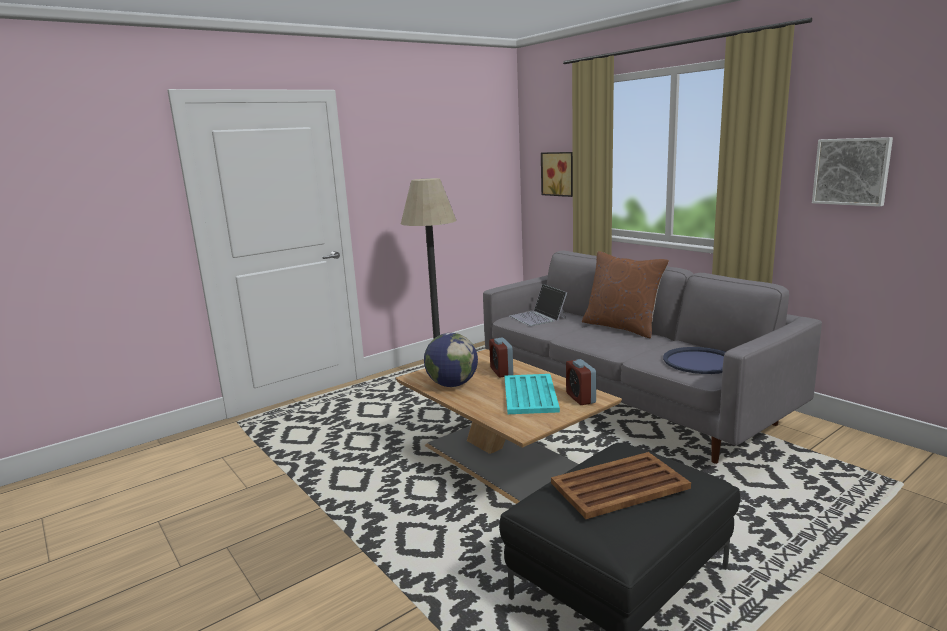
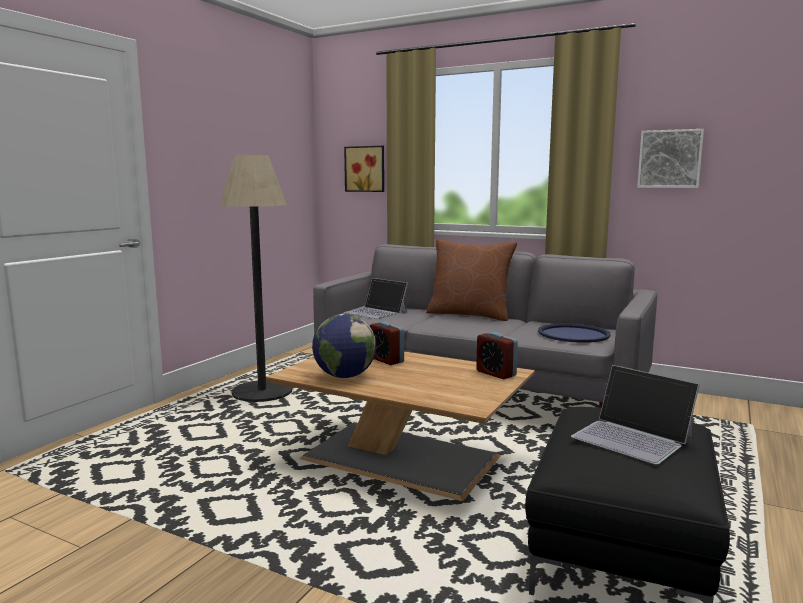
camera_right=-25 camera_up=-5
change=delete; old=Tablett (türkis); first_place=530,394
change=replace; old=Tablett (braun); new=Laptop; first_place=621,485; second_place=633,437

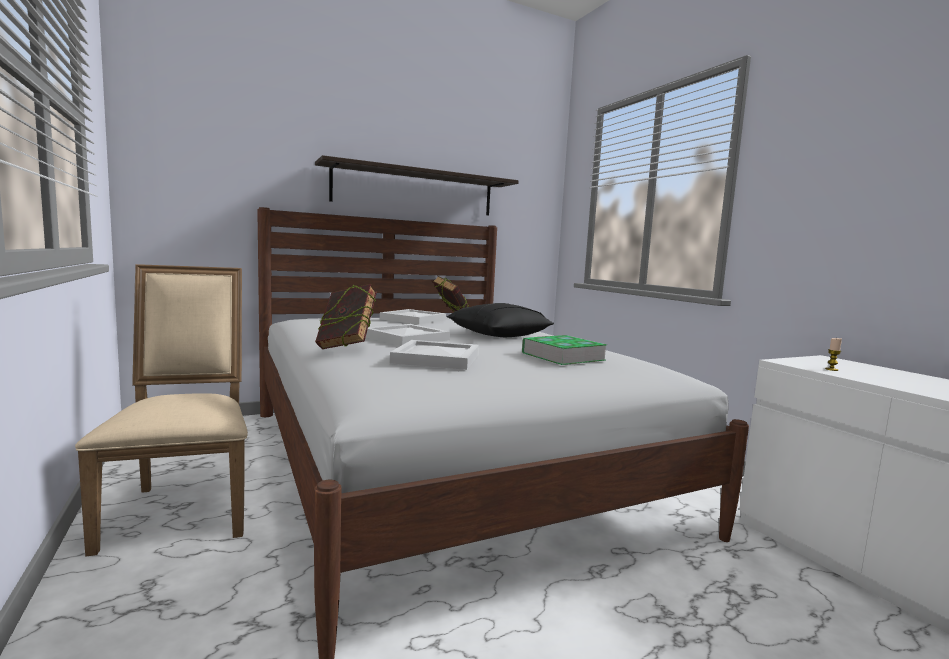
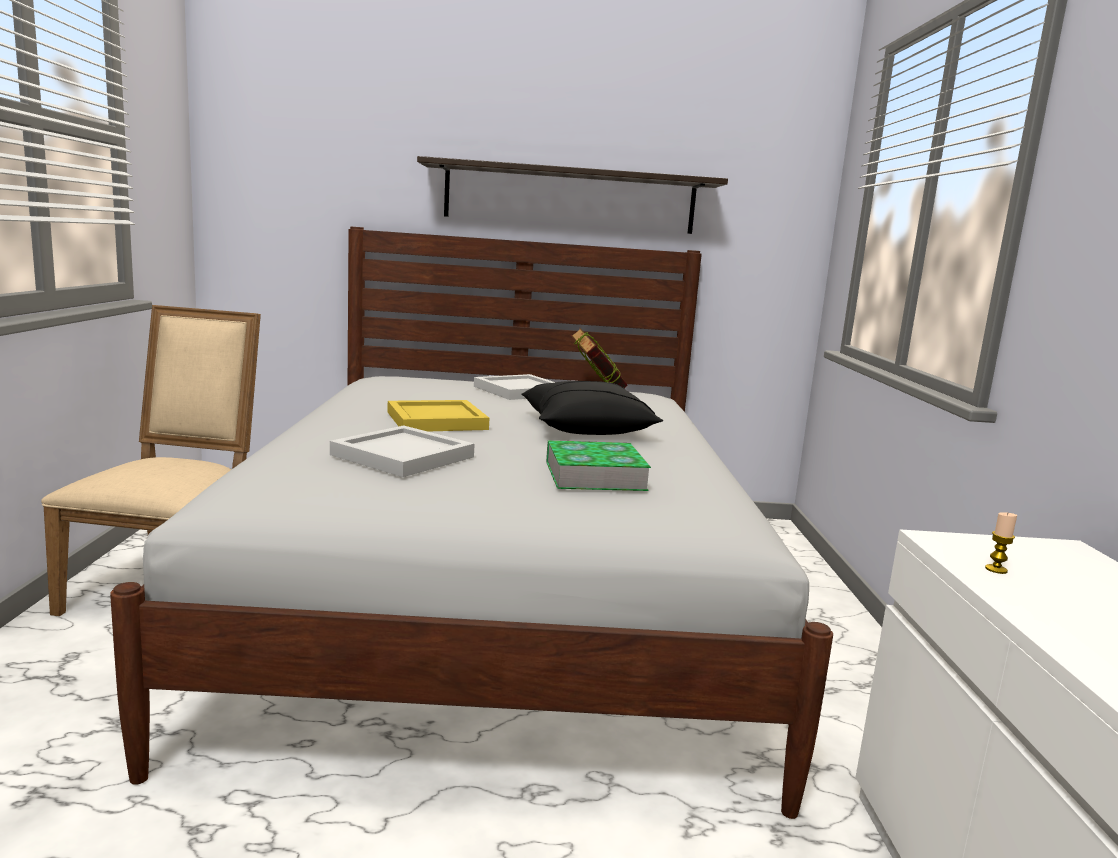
camera_right=25 camera_up=5
change=delete; old=Buch; first_place=346,347
change=recolor; old=Tablett (weiß); new=Tablett (gelb); first_place=405,338; second_place=435,420

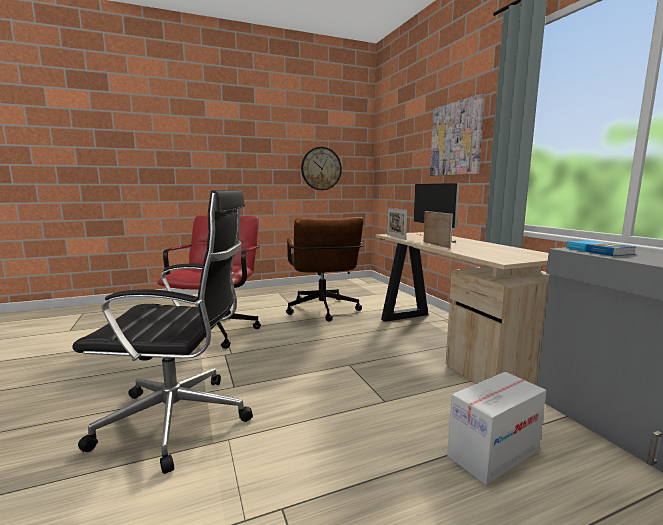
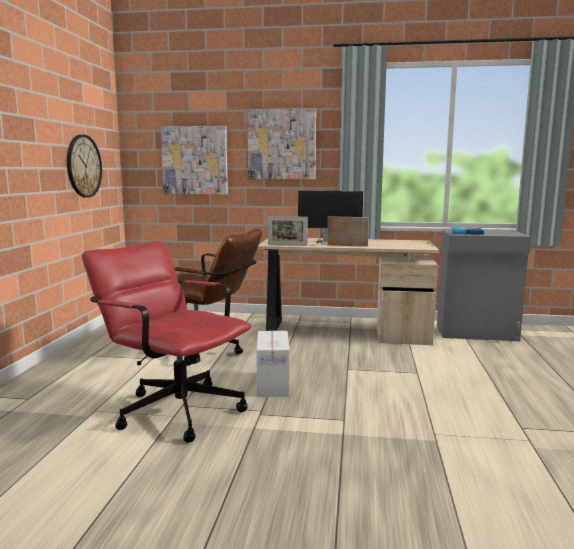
camera_right=-60 camera_up=0
change=delete; old=Bürostuhl (schwarz); first_place=180,420
change=move; old=Karton; first_place=493,453; second_place=273,384
change=insert; new=Bild; second_place=195,160

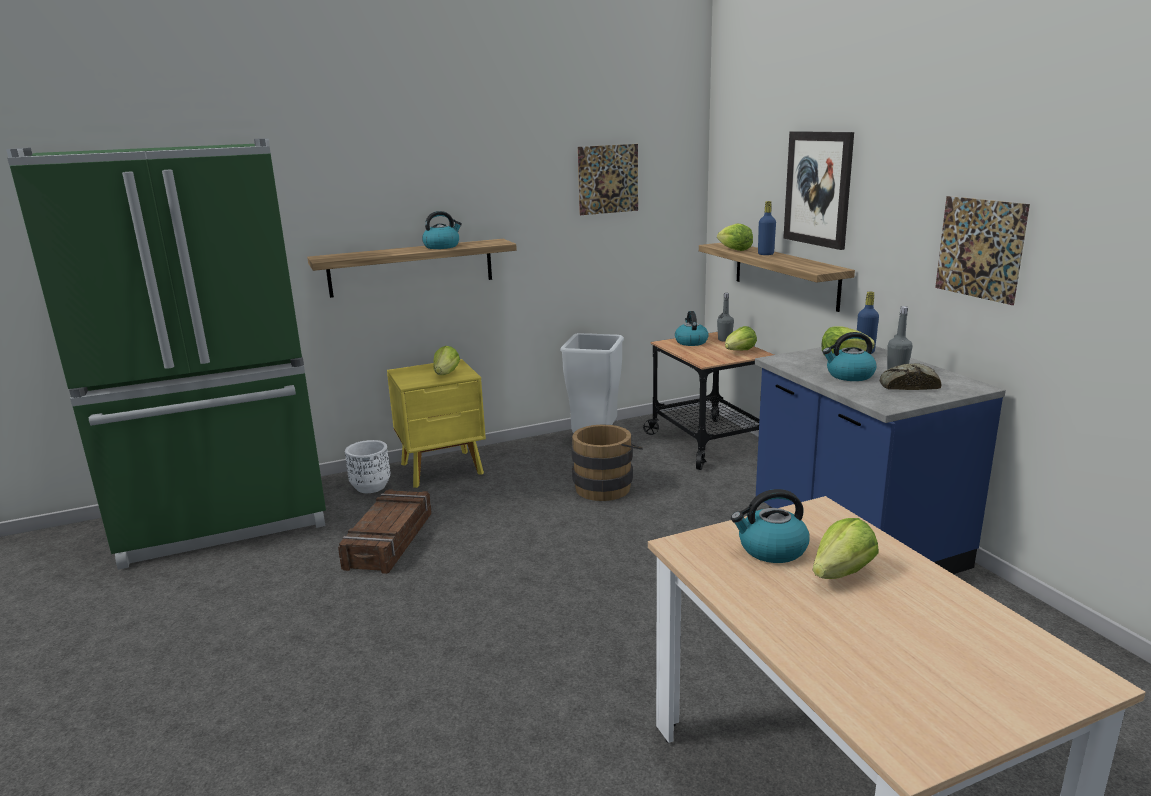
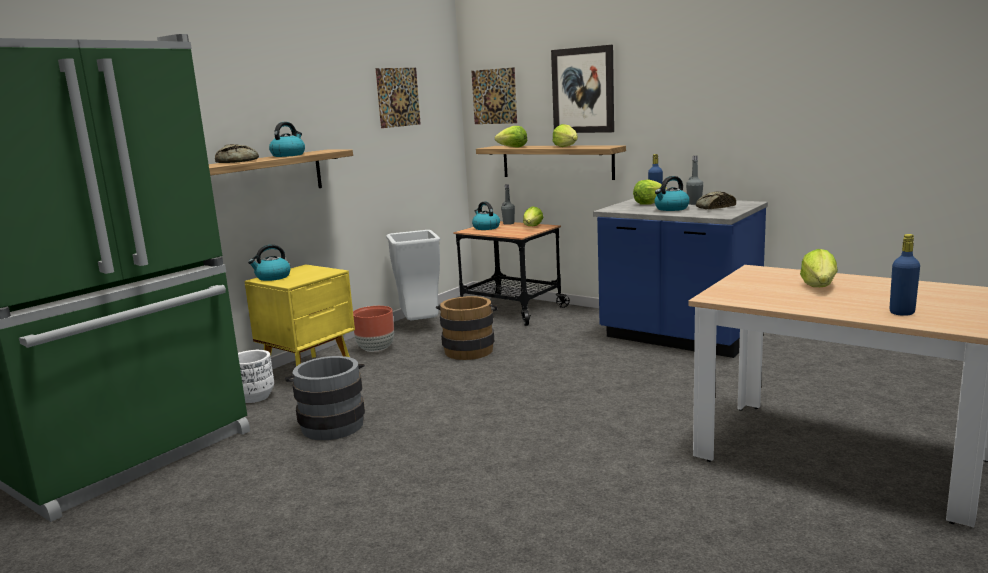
camera_right=-30 camera_up=-5
change=move; old=Bild; first_place=980,248; second_place=494,96
change=move; old=Flasche (blau); first_place=765,254; second_place=902,313
change=move; old=Salatkopf; first_place=446,374; second_place=566,146
change=replace; old=Kiste; new=Eimer (grau); first_place=390,540; second_place=331,424
change=move; old=Wasserkessel; first_place=771,549; second_place=272,277
change=insert; new=Brot; second_place=239,161
change=insert; new=Pflanzkübel (braun); second_place=376,349

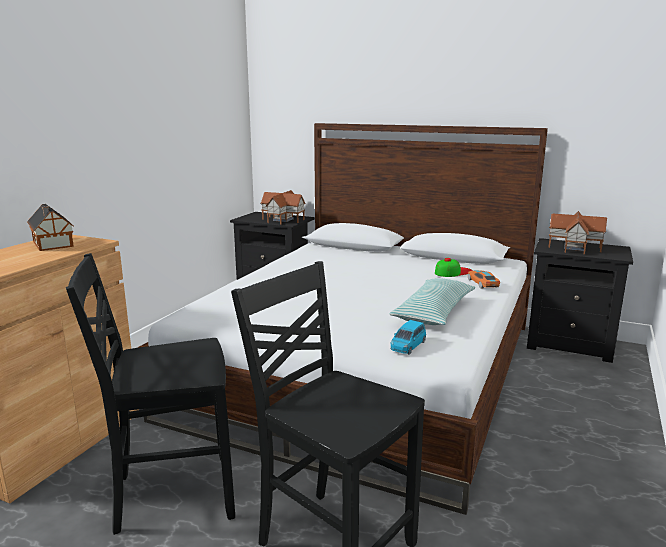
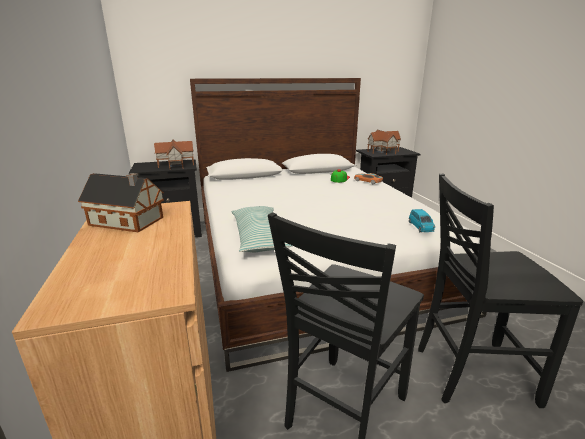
camera_right=-40 camera_up=5
change=move; old=Kissen; first_place=434,312; second_place=259,237

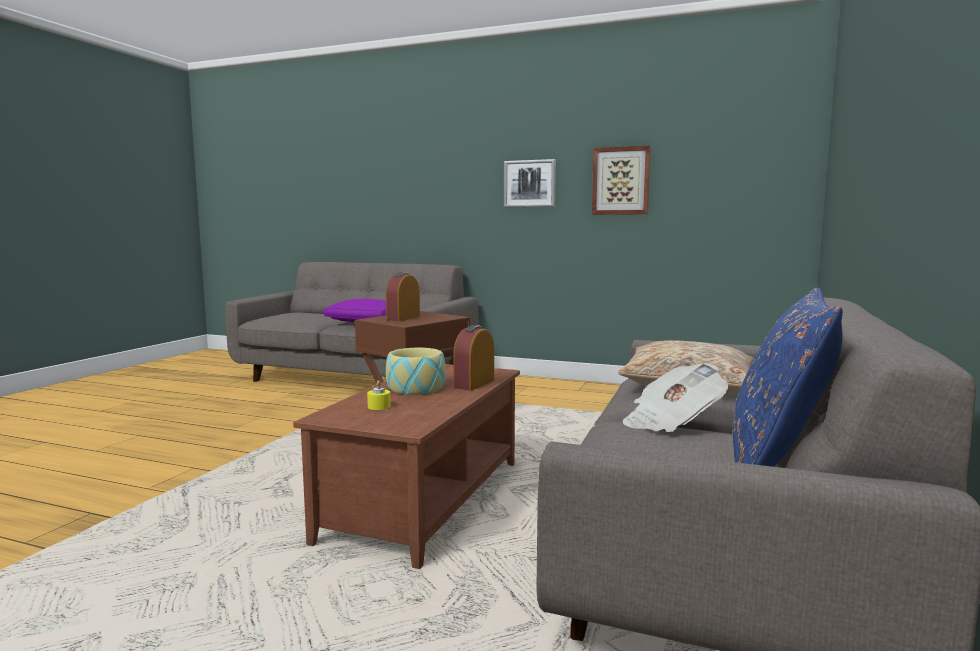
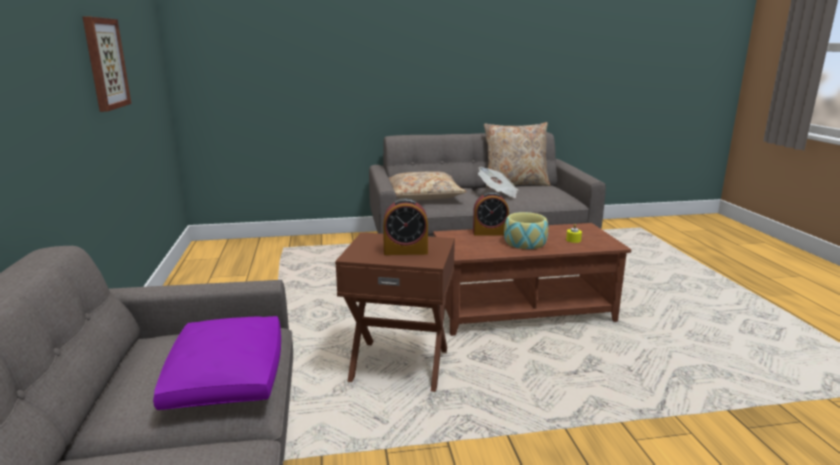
camera_right=-120 camera_up=10
change=delete; old=Bild; first_place=529,183
change=recolor; old=Kissen (blau); new=Kissen (beige); first_place=776,463; second_place=515,184

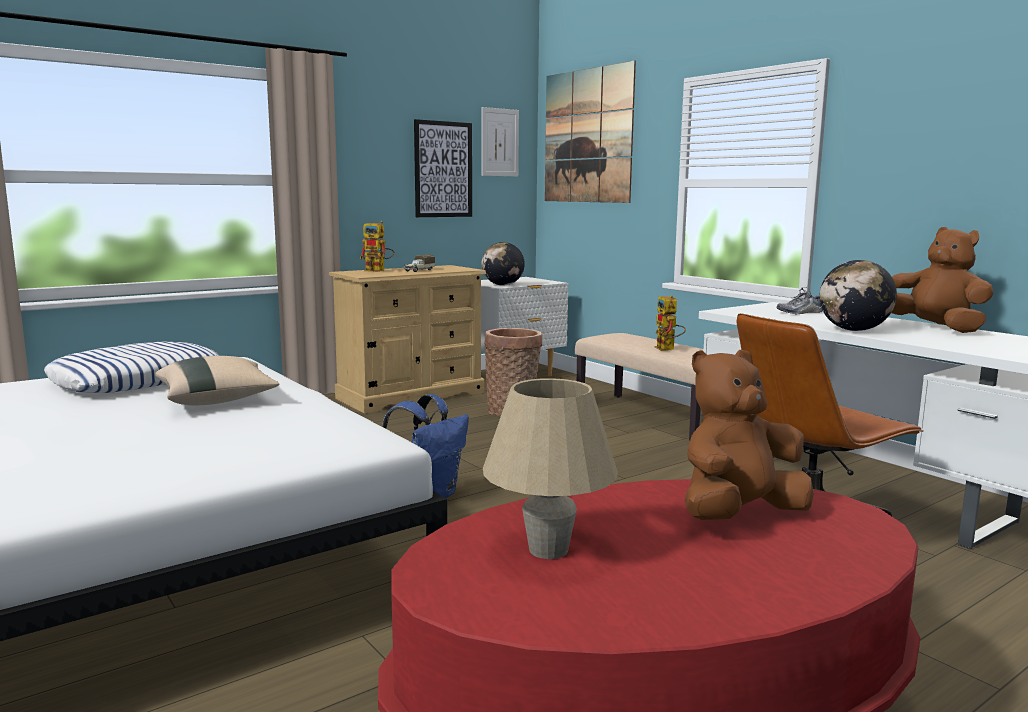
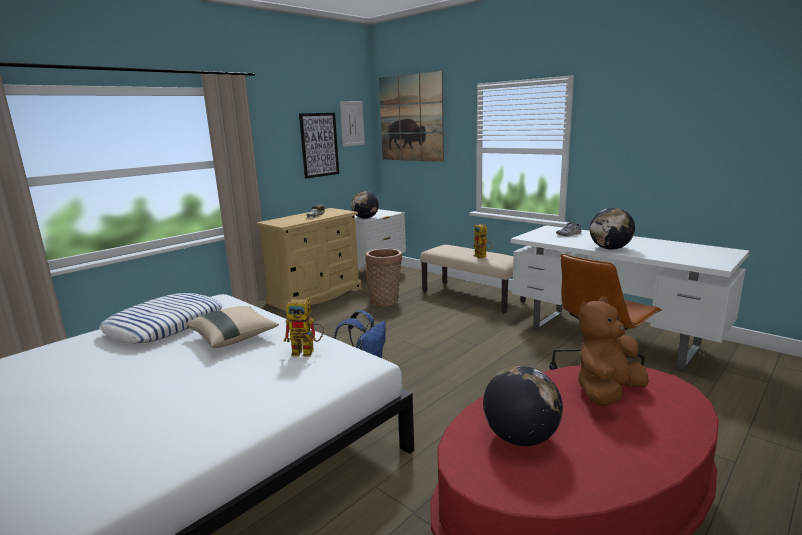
camera_right=-10 camera_up=5
change=move; old=Spielzeugroboter; first_place=379,270; second_place=308,352
change=delete; old=Plüschtier (braun); first_place=934,328
change=replace; old=Tischlampe (beige); new=Globus; first_place=548,550; second_place=520,438

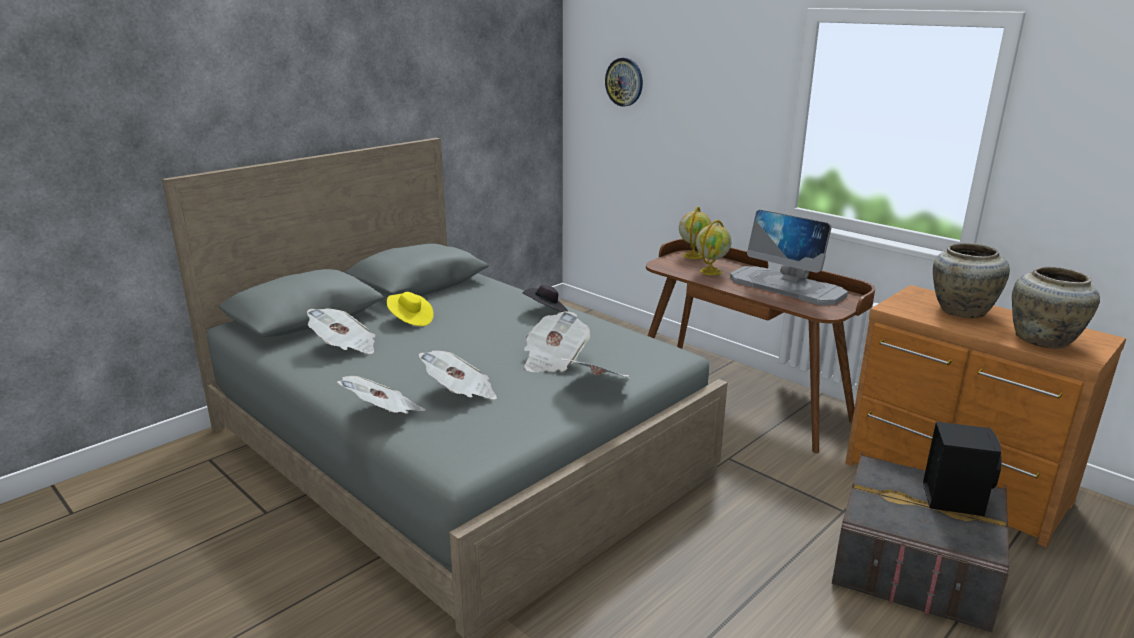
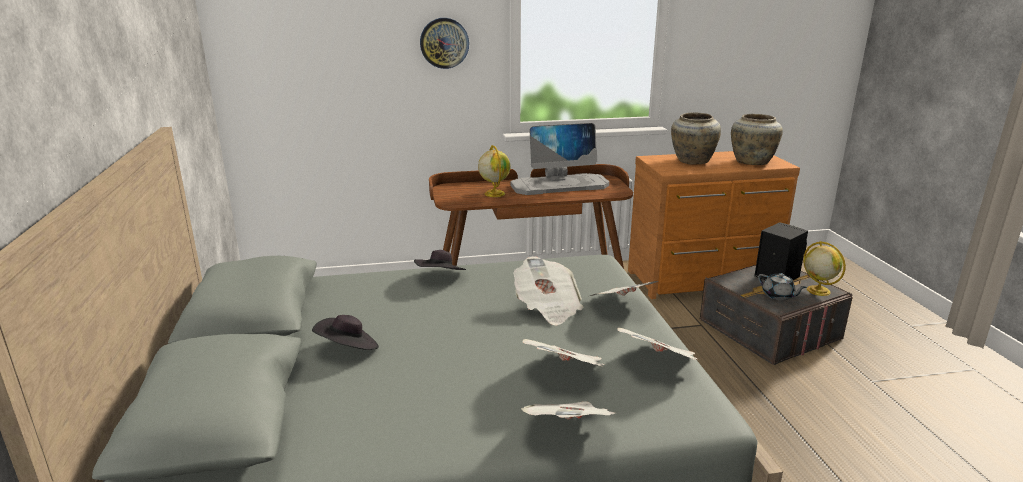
camera_right=-55 camera_up=0
change=move; old=Wanduhr; first_place=624,82; second_place=444,43
change=move; old=Globus; first_place=693,255; second_place=817,290
change=recolor; old=Hut (gelb); new=Hut (schwarz); first_place=410,320; second_place=348,349
change=move; old=Zeitung; first_place=345,347; second_place=659,363
change=insert; new=Teekanne (grau); second_place=778,296

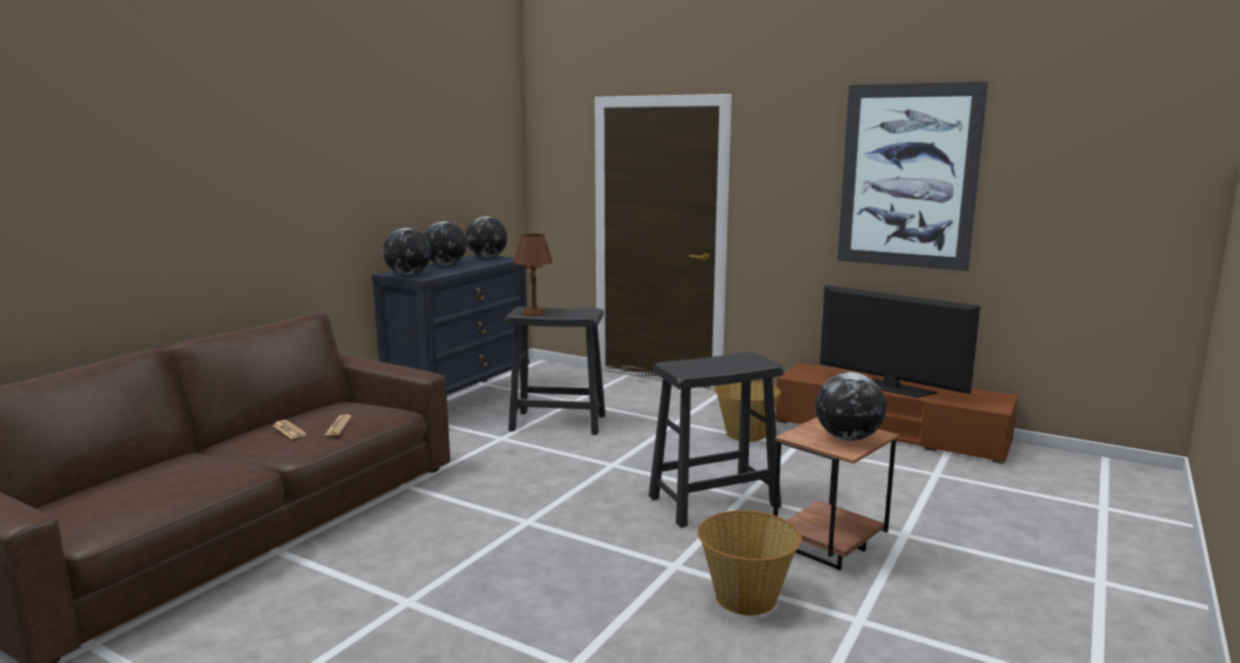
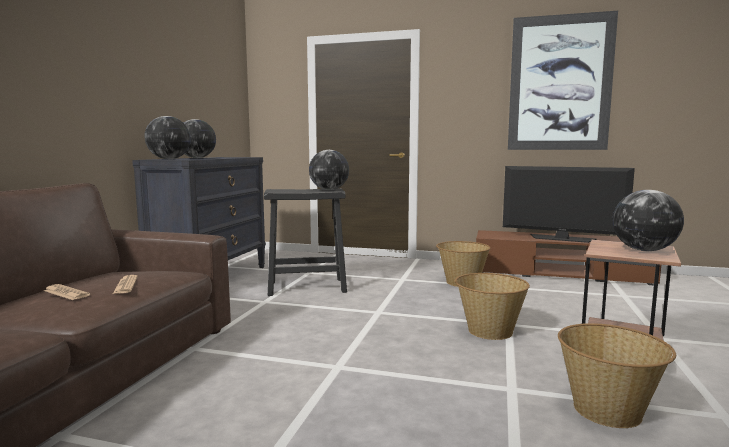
camera_right=-15 camera_up=-5
change=move; old=Globus; first_place=487,258; second_place=329,190
change=delete; old=Tischlampe (braun); first_place=534,313
change=replace; old=Hocker (schwarz); new=Korb; first_place=714,501; second_place=489,331

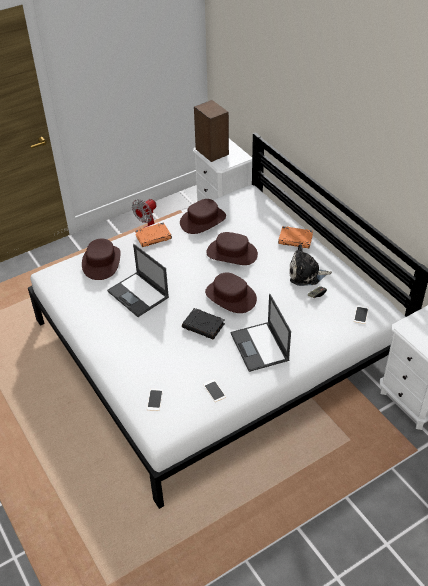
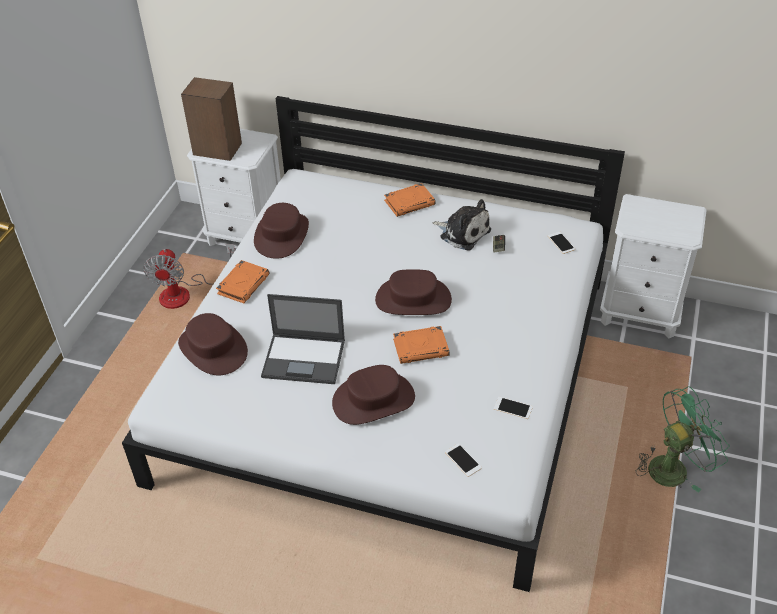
camera_right=-40 camera_up=0
change=move; old=Hut (braun); first_place=232,253; second_place=373,399
change=rotate; old=Plüschtier; first_place=306,274; second_place=463,233; degrees=-105
change=delete; old=Laptop; first_place=260,347
change=recolor; old=Buch (schwarz); new=Buch (orange); first_place=204,326; second_place=421,348
change=insert; new=Ventilator (grün); second_place=674,467

